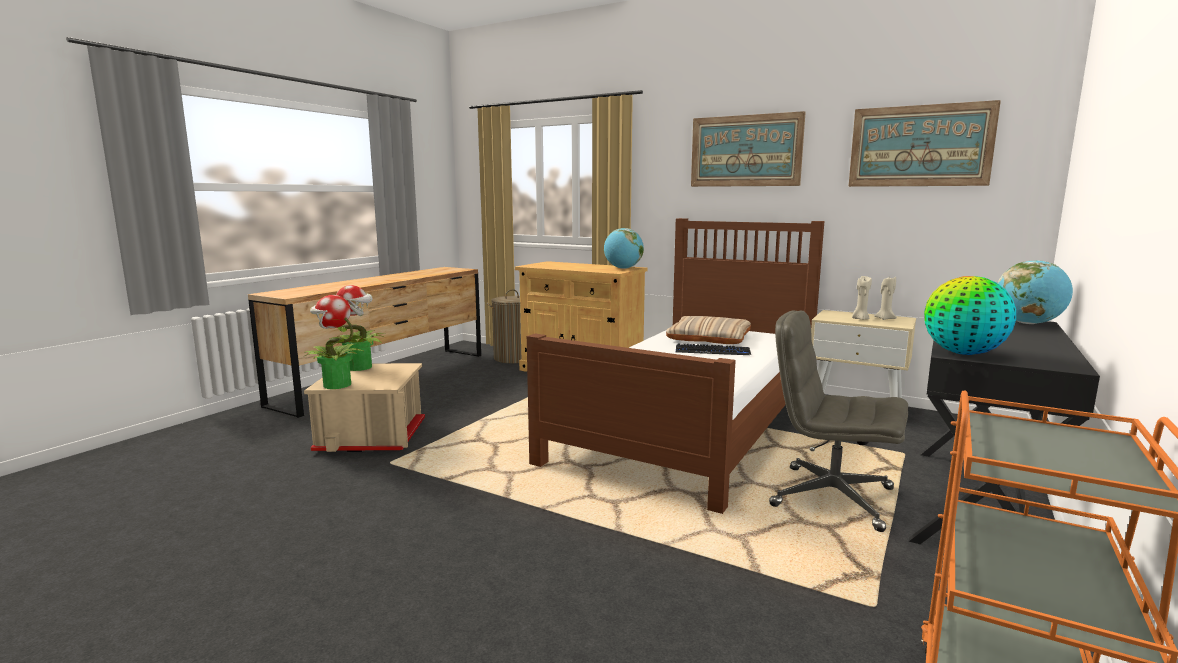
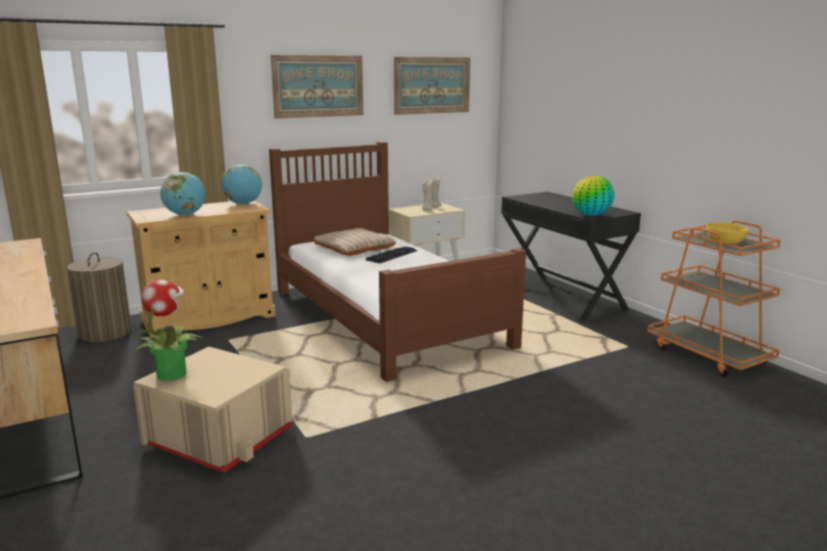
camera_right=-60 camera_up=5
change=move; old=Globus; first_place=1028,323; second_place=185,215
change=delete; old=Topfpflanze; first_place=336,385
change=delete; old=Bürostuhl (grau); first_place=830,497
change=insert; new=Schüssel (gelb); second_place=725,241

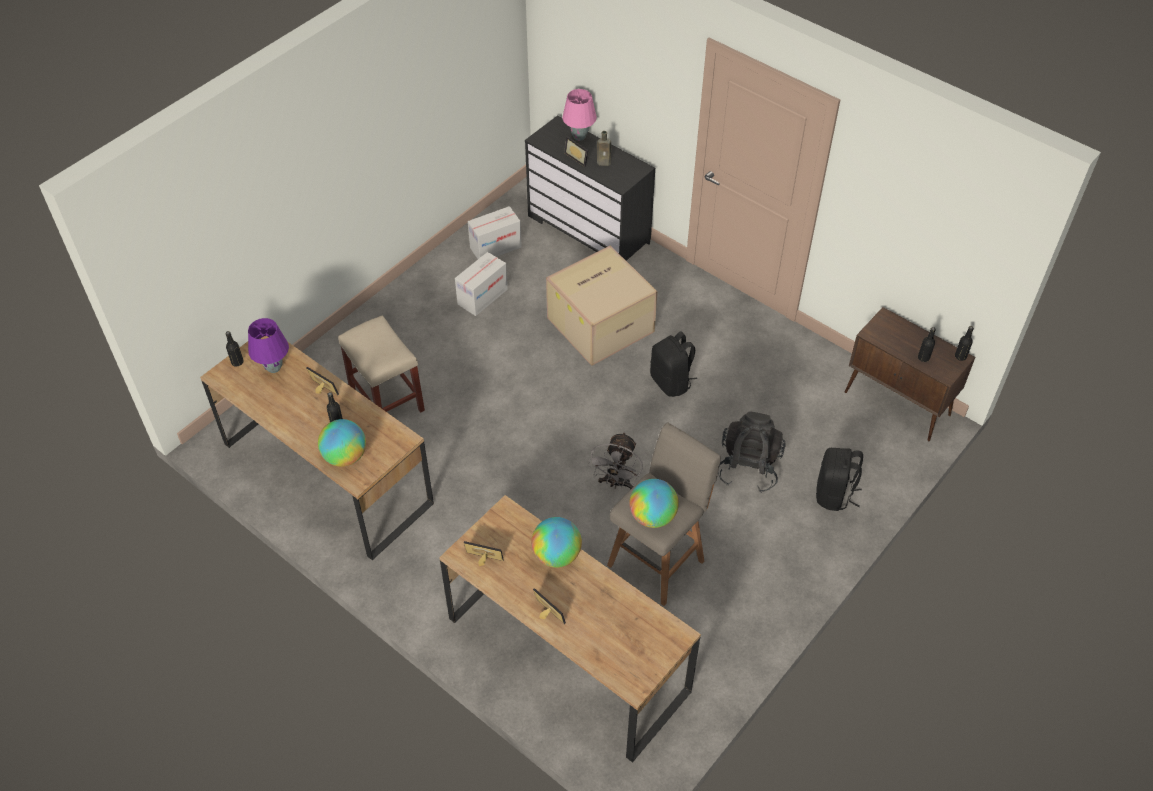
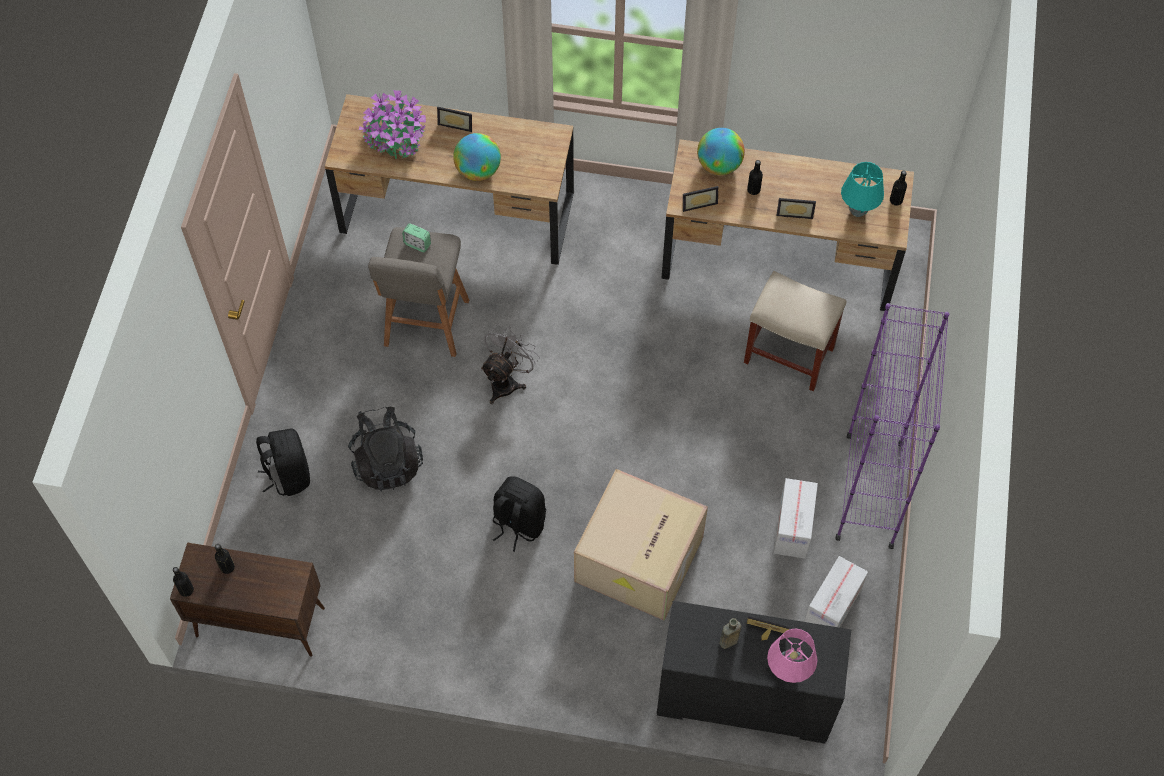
camera_right=150 camera_up=10
change=recolor; old=Tischlampe (lila); new=Tischlampe (türkis); first_place=274,368; second_place=857,212
change=rotate; old=Ventilator (grau); first_place=616,483; second_place=507,381; degrees=45
change=replace; old=Globus; new=Wecker; first_place=652,516; second_place=417,244
change=move; old=Bilderrahmen; first_place=483,561; second_place=698,202
change=insert; new=Topfpflanze; second_place=396,140
change=insert; new=Bücherregal (lila); second_place=869,490

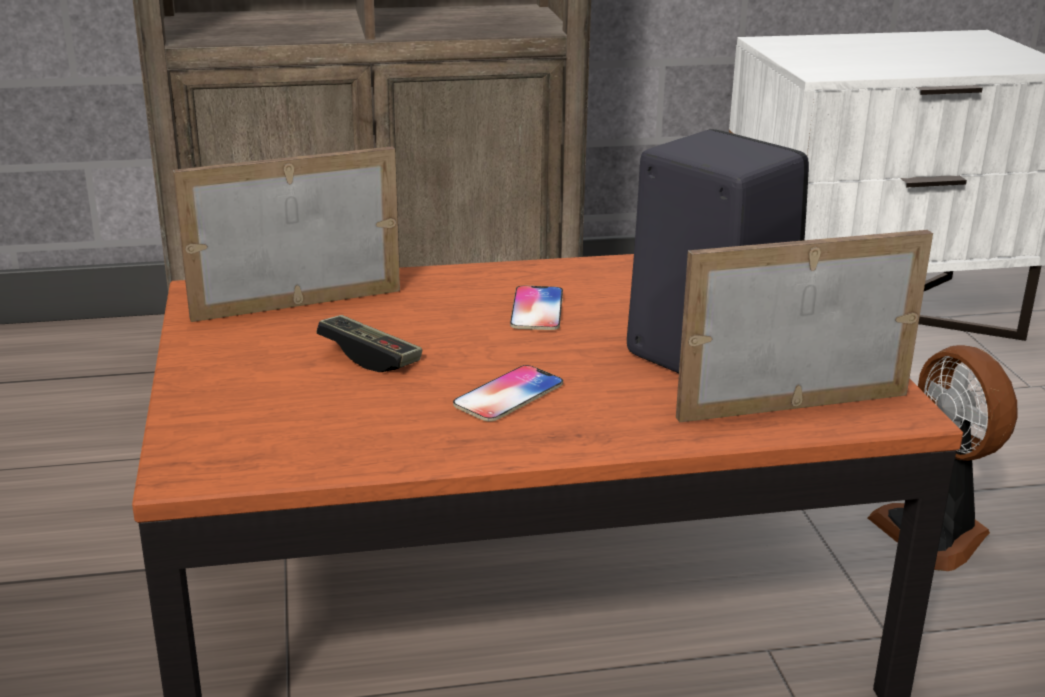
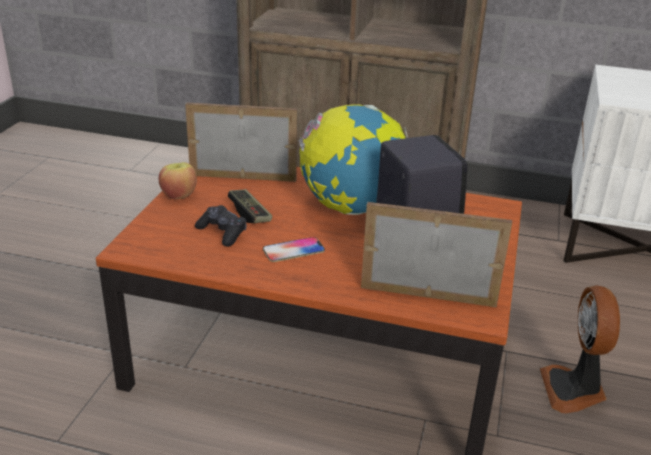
camera_right=25 camera_up=5
change=replace; old=Handy; new=Globus; first_place=537,310; second_place=351,208
change=insert; new=Apfel; second_place=179,195
change=insert; new=Gamepad (schwarz); second_place=222,232

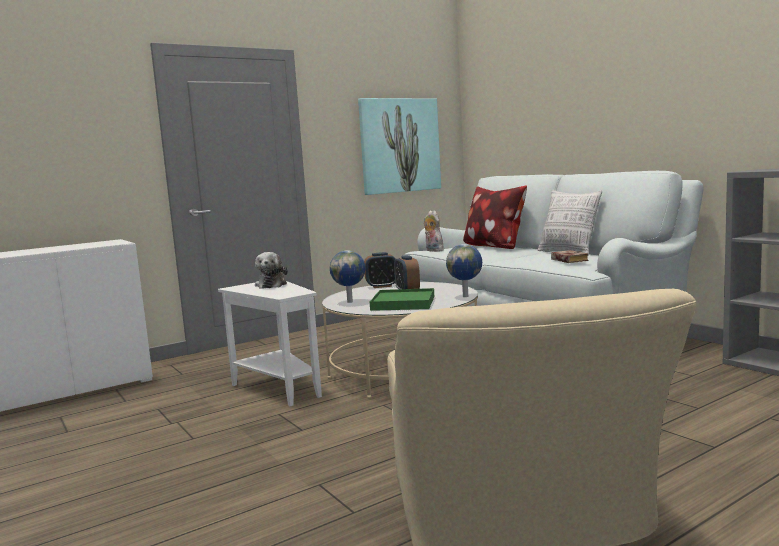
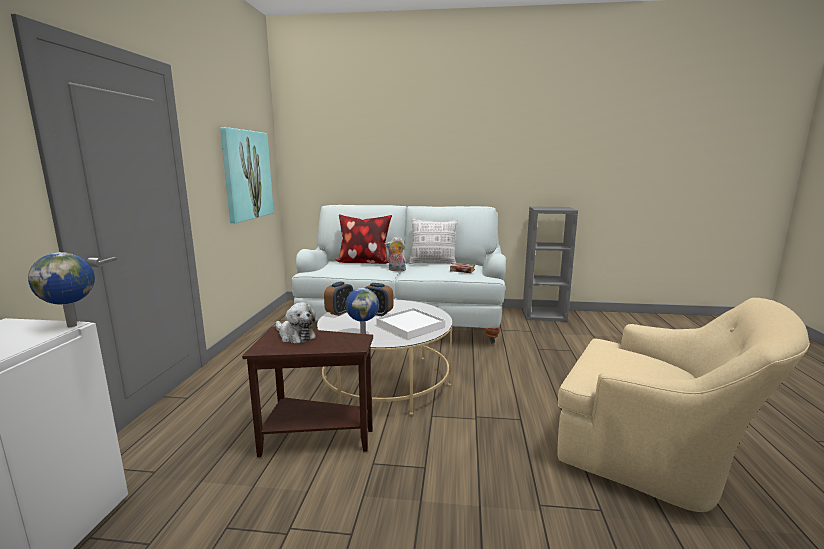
camera_right=-50 camera_up=5
change=move; old=Plüschtier; first_place=433,250; second_place=396,270
change=move; old=Globus; first_place=466,296; second_place=73,325
change=recolor; old=Beistelltisch (weiß); new=Beistelltisch (braun); first_place=278,388; second_place=313,438
change=recolor; old=Tablett (grün); new=Tablett (weiß); first_place=403,303; second_place=410,326

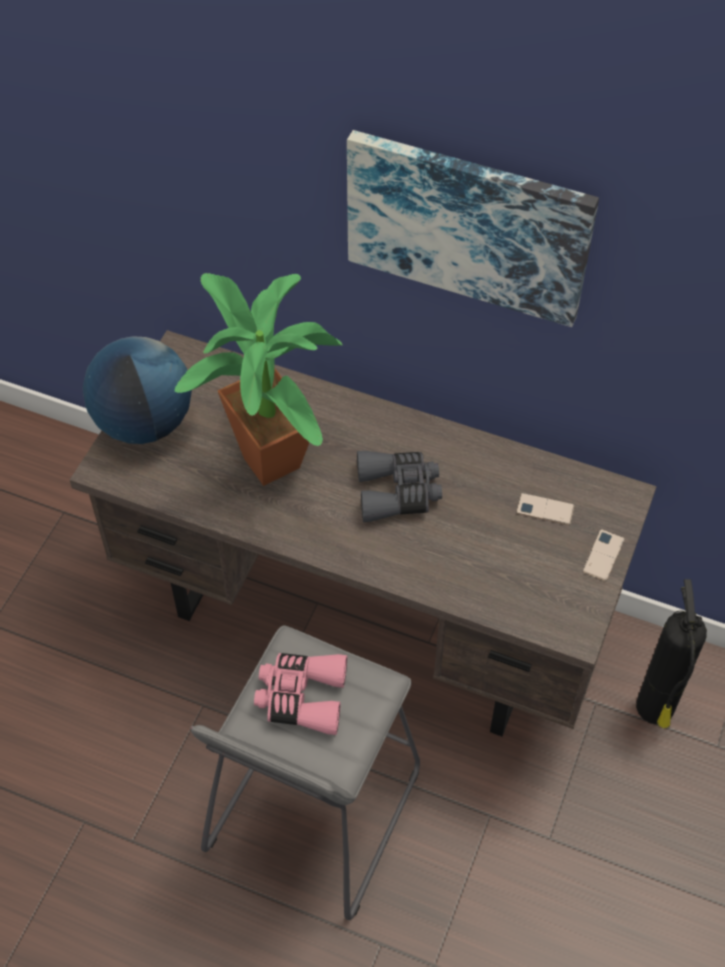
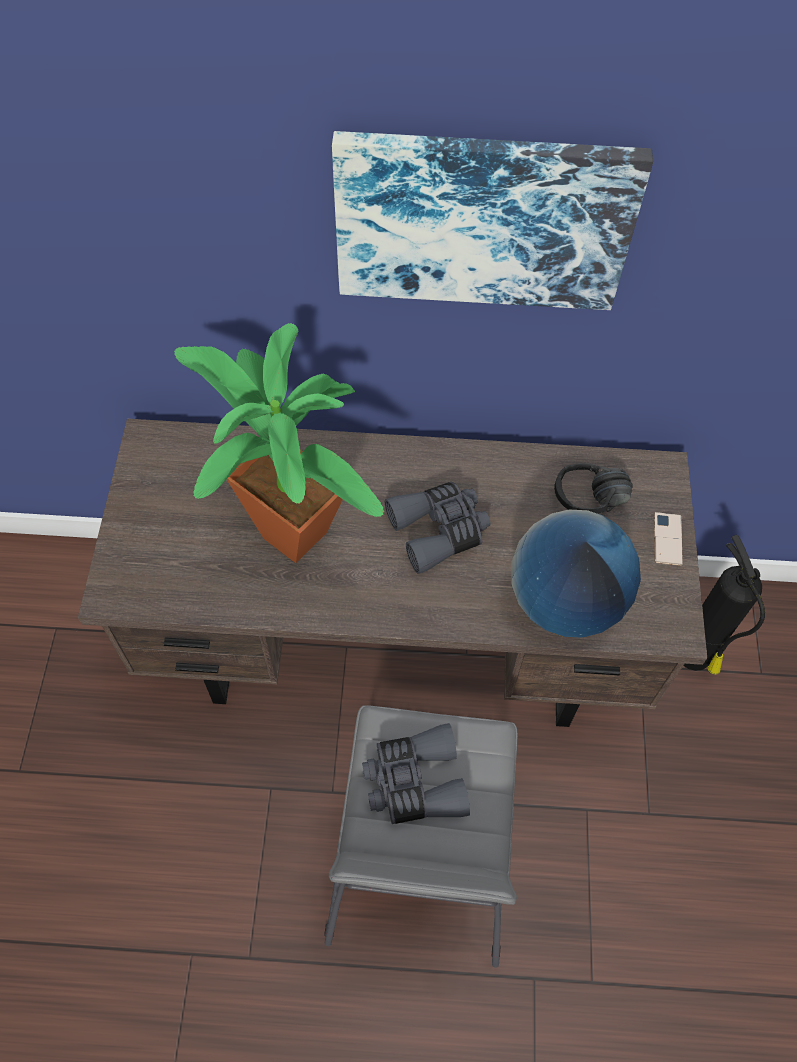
camera_right=-20 camera_up=5
change=move; old=Globus; first_place=144,423; second_place=564,601
change=replace; old=Handy; new=Kopfhörer (schwarz); first_place=545,509; second_place=592,507
change=recolor; old=Fernglas (rosa); new=Fernglas (grau); first_place=301,697; second_place=414,782

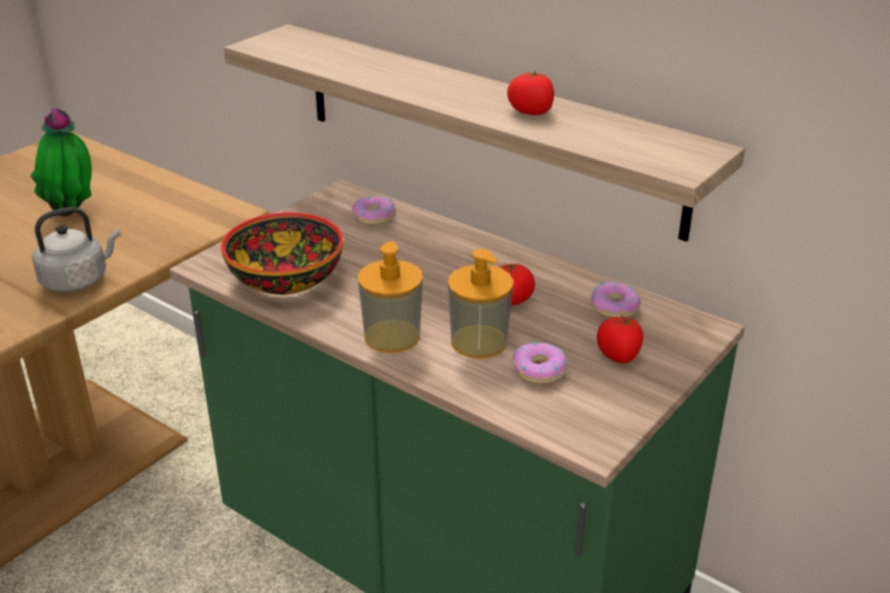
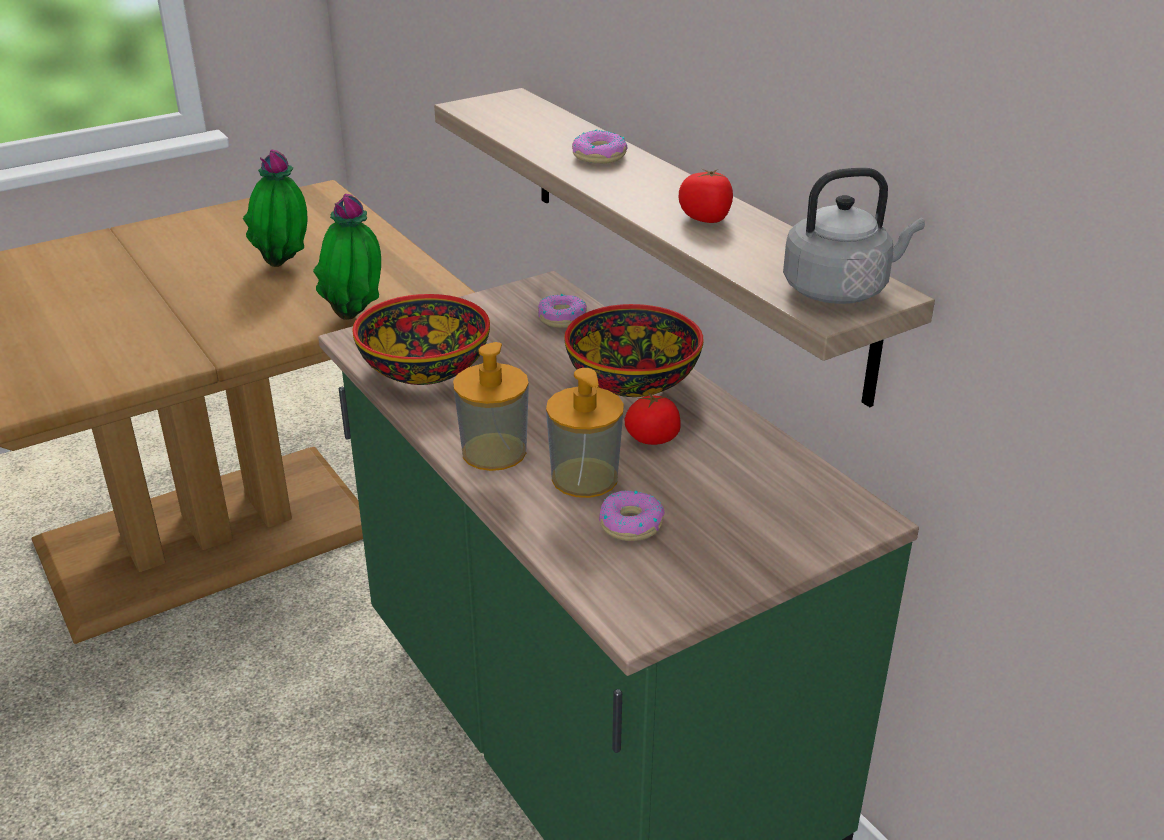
camera_right=20 camera_up=0
change=move; old=Wasserkessel (grau); first_place=78,280; second_place=840,290
change=move; old=Donut; first_place=614,307; second_place=600,156
change=delete; old=Tomate; first_place=618,355
change=insert; new=Topfpflanze; second_place=356,317
change=insert; new=Schüssel; second_place=634,380

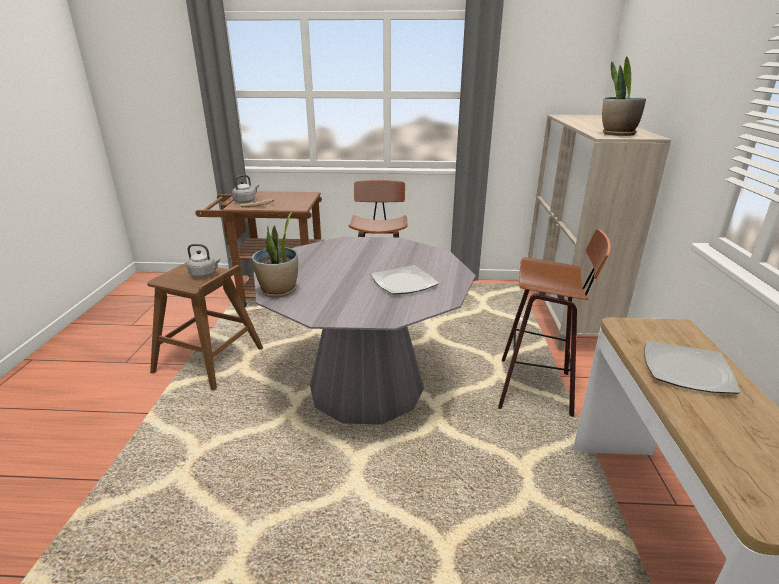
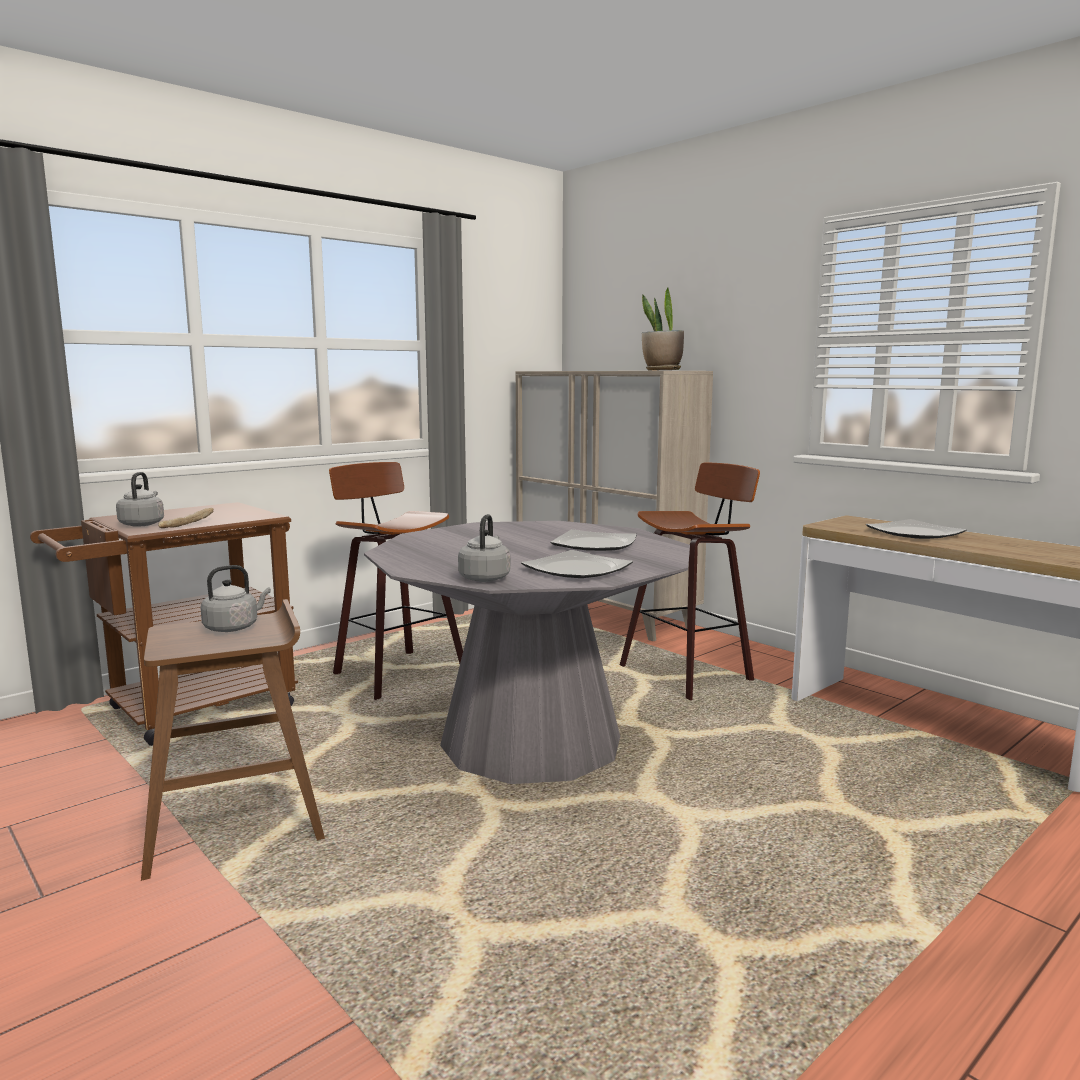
camera_right=-45 camera_up=-15
change=replace; old=Topfpflanze; new=Wasserkessel (grau); first_place=279,291; second_place=485,578
change=insert; new=Teller; second_place=577,570

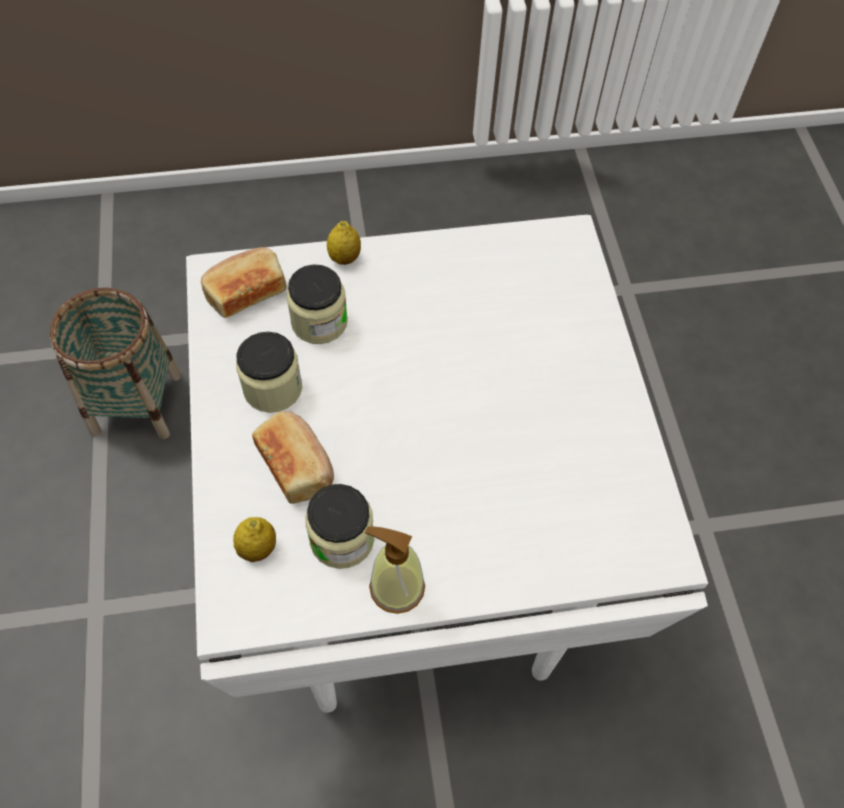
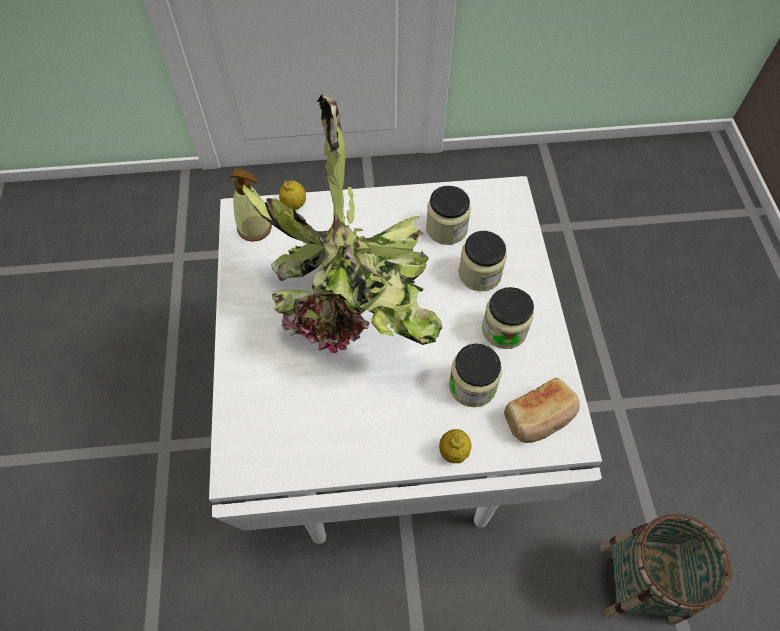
camera_right=-175 camera_up=0
change=replace; old=Brot; new=Vorratsglas; first_place=297,465; second_place=479,274
change=move; old=Zitrone; first_place=257,548; second_place=294,205
change=move; old=Seifenspender; first_place=396,587; second_place=255,228
change=insert; new=Topfpflanze; second_place=356,308

